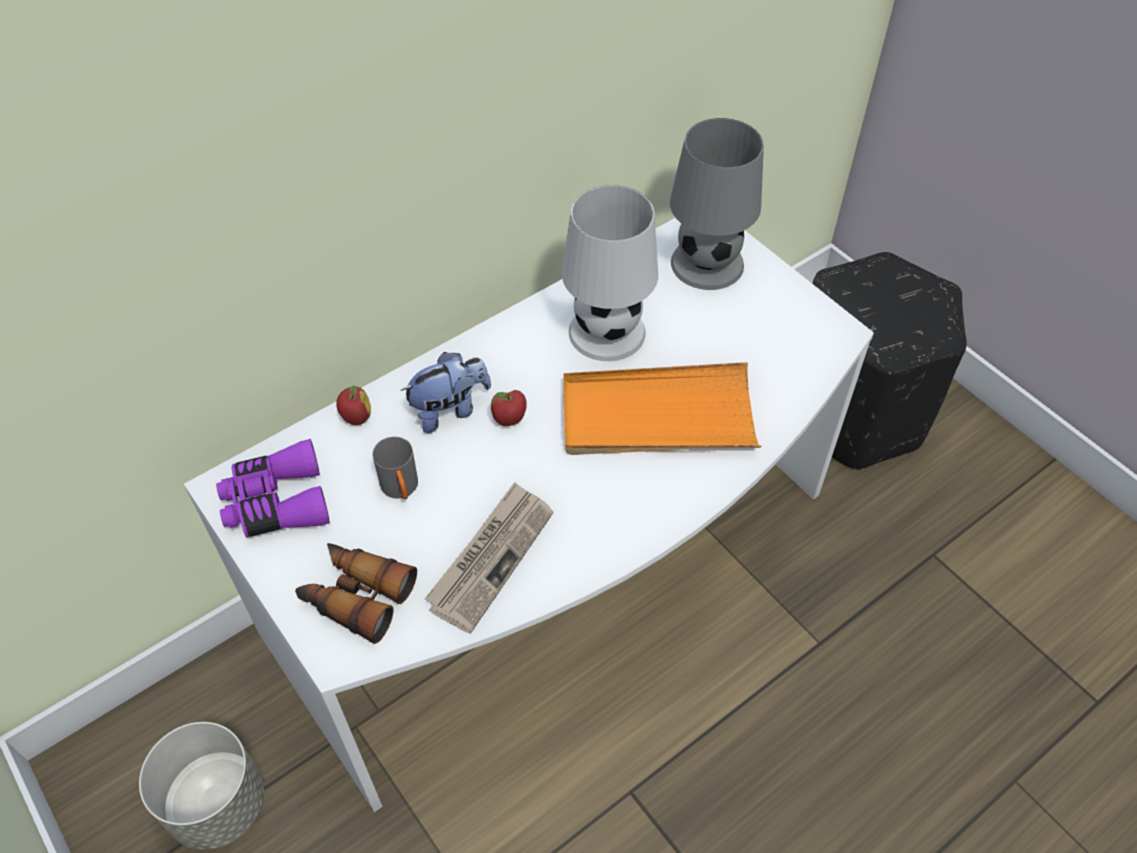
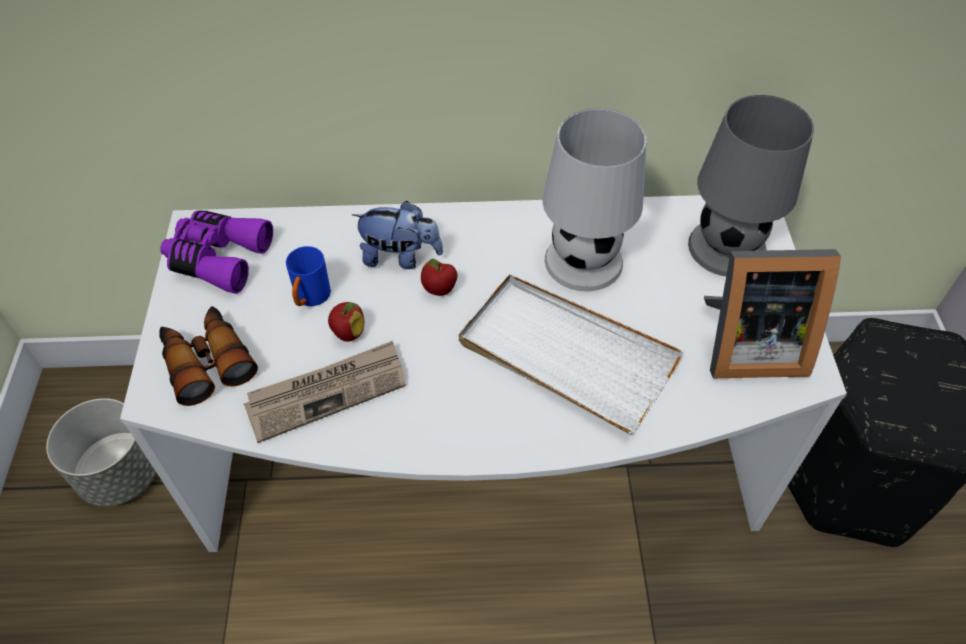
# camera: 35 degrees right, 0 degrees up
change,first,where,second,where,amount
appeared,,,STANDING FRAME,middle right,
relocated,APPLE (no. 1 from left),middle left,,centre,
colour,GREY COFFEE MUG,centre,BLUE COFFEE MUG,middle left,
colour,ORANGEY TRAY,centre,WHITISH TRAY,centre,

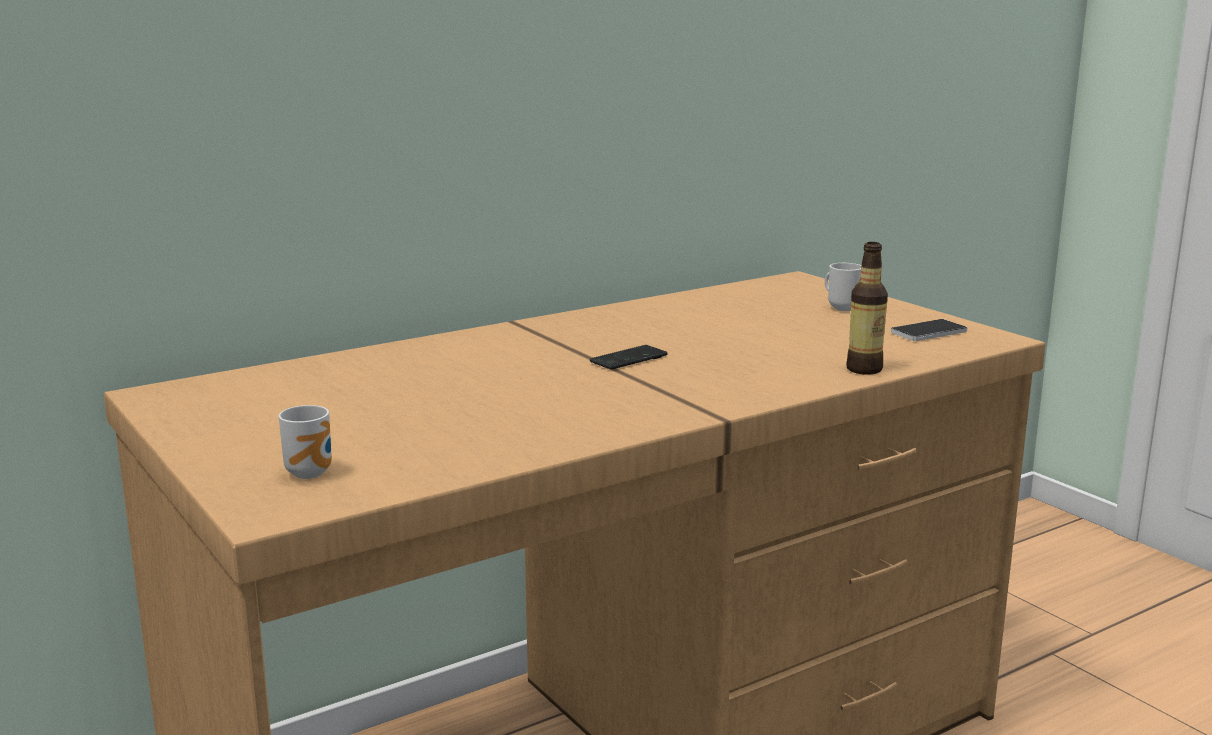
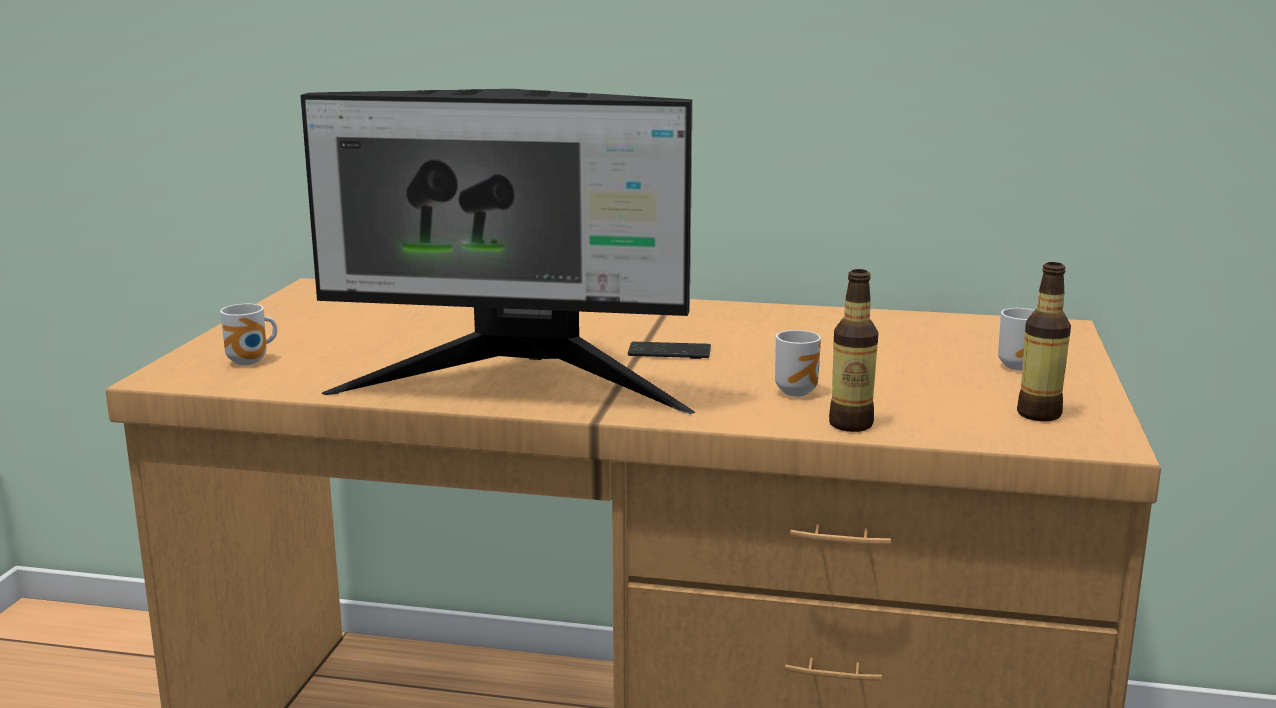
# camera: 45 degrees right, 0 degrees up
change,first,where,second,where,amount
appeared,,,COMPUTER SCREEN,centre,
appeared,,,COFFEE MUG (no. 2 from left),centre,
exchanged,TELEPHONE (no. 2 from left),middle right,DRINK BOTTLE (no. 2 from left),middle right,

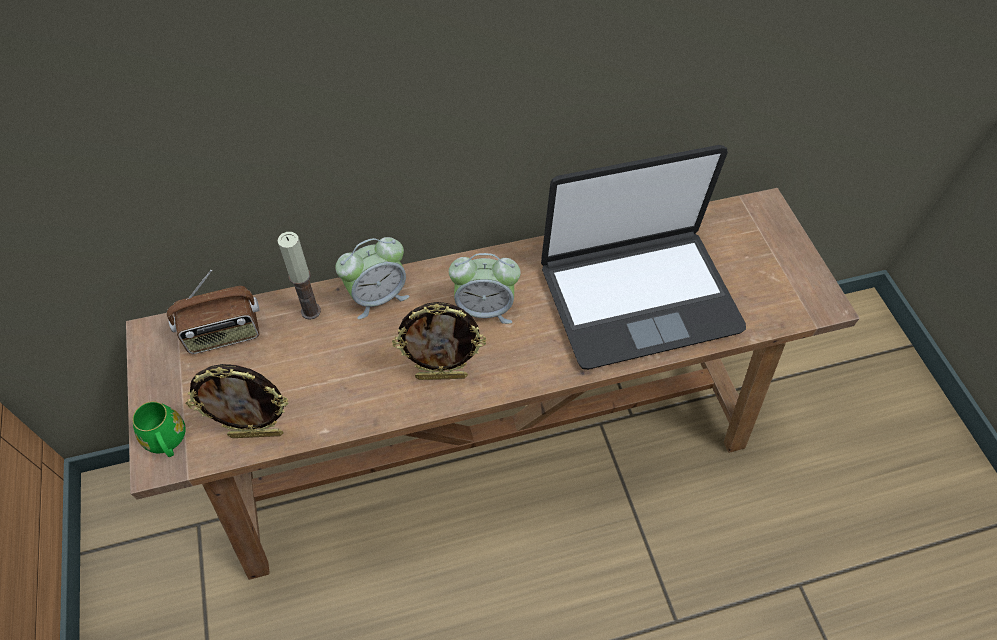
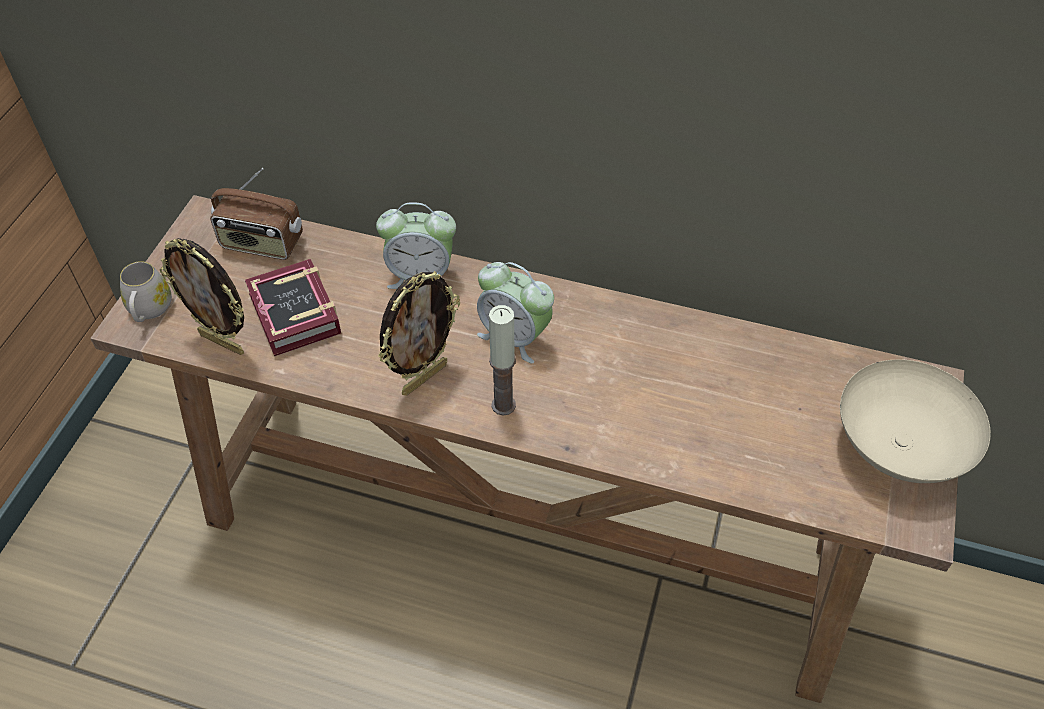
# camera: 35 degrees right, 5 degrees down
change,first,where,second,where,amount
missing,NOTEBOOK COMPUTER,centre,,,
appeared,,,BOUND BOOK,middle left,
appeared,,,BEIGE-COLOURED DEEP DISH,middle right,
relocated,WAX CANDLE,middle left,,centre,
colour,GREENISH COFFEE MUG,bottom left,WHITISH COFFEE MUG,middle left,
spun,STANDING FRAME (no. 2 from left),centre,,centre,75 degrees counterclockwise

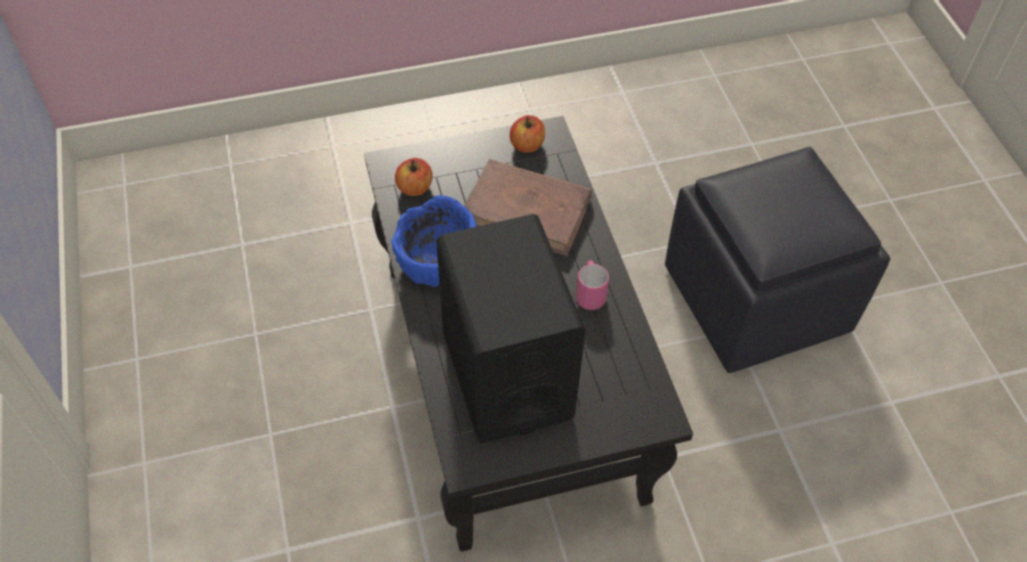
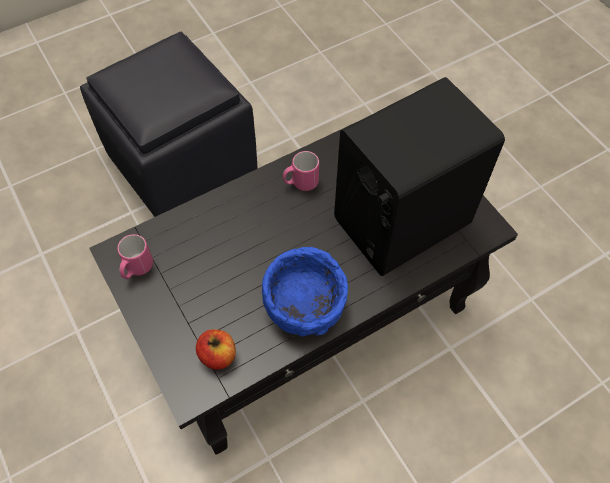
# camera: 105 degrees left, 5 degrees up
change,first,where,second,where,amount
missing,BROWN BOUND BOOK,centre,,,
exchanged,APPLE (no. 2 from left),top centre,PINK COFFEE MUG (no. 1 from left),middle left,

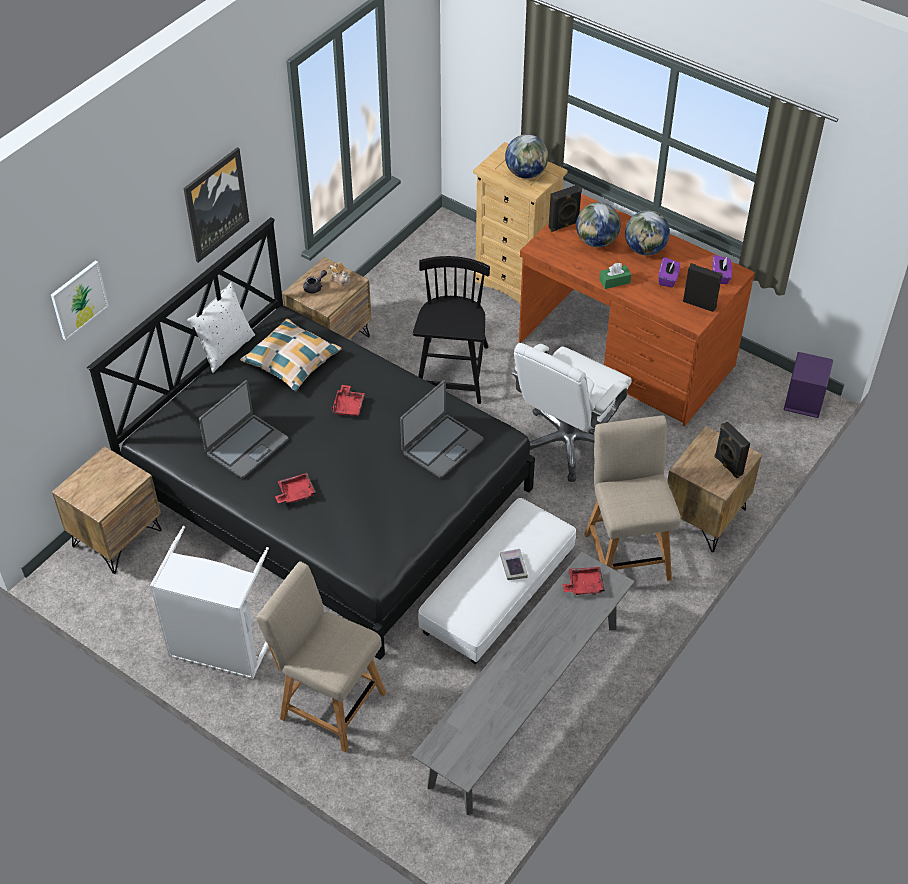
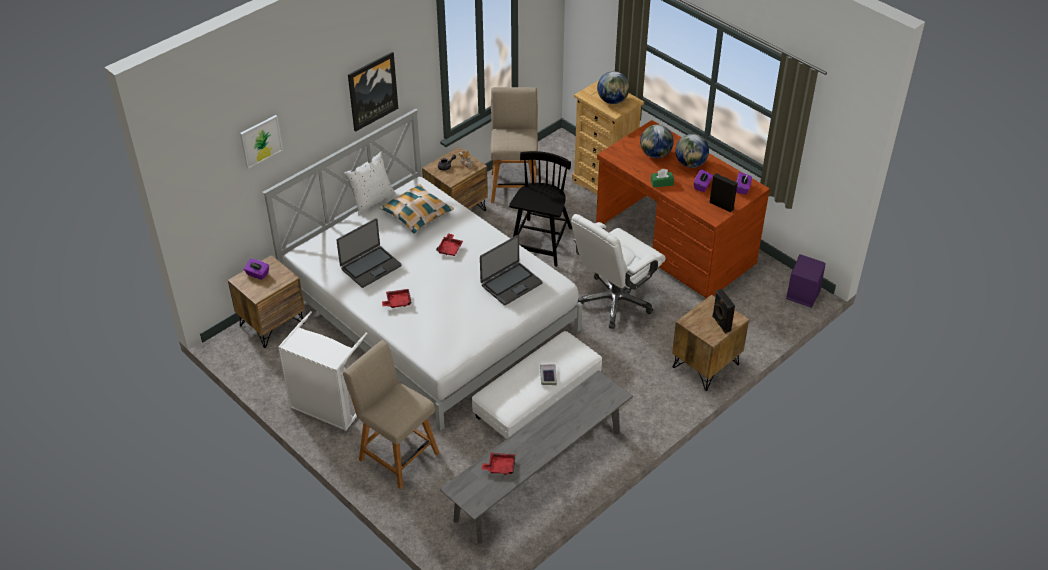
# camera: 10 degrees right, 5 degrees down
change,first,where,second,where,amount
missing,BLACK-COLOURED LOUDSPEAKER (no. 1 from left),top centre,,,
appeared,,,PURPLE TISSUE HOLDER (no. 1 from left),middle left,
relocated,RED-COLOURED TRAY (no. 3 from left),centre,,bottom centre,
relocated,BEIGE-COLOURED UPRIGHT CHAIR (no. 2 from left),middle right,,top centre,
colour,BLACK-COLOURED BED,centre,WHITISH BED,centre,

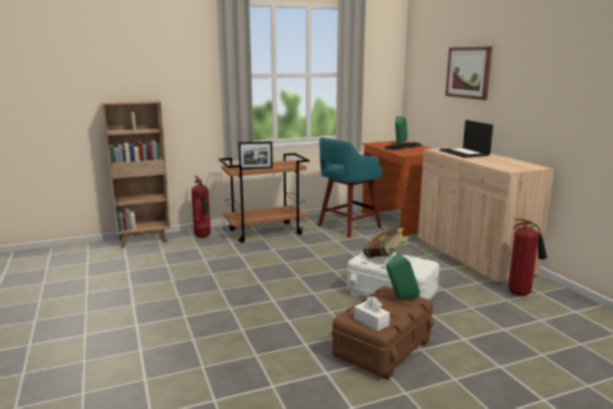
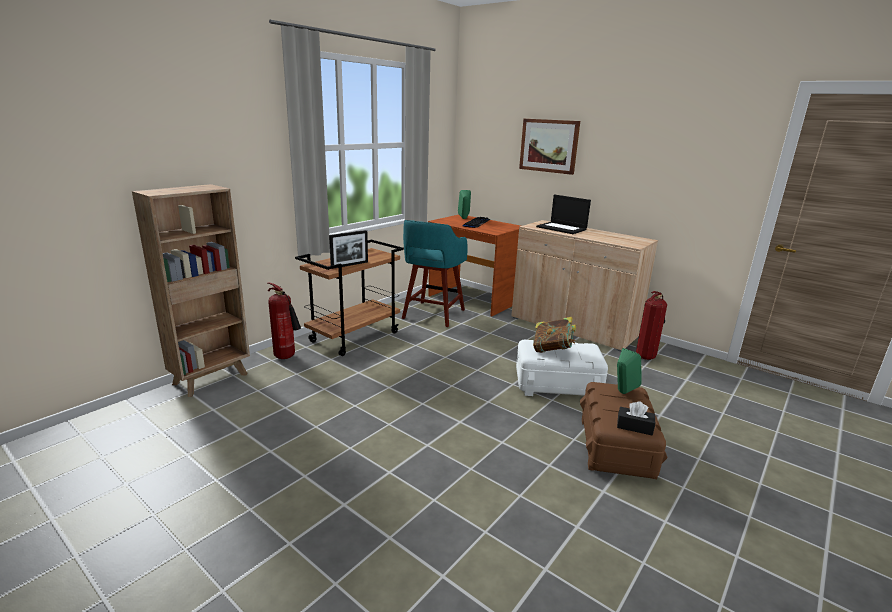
# camera: 30 degrees left, 5 degrees up
change,first,where,second,where,amount
colour,WHITISH TISSUE HOLDER,bottom centre,BLACK-COLOURED TISSUE HOLDER,bottom right,

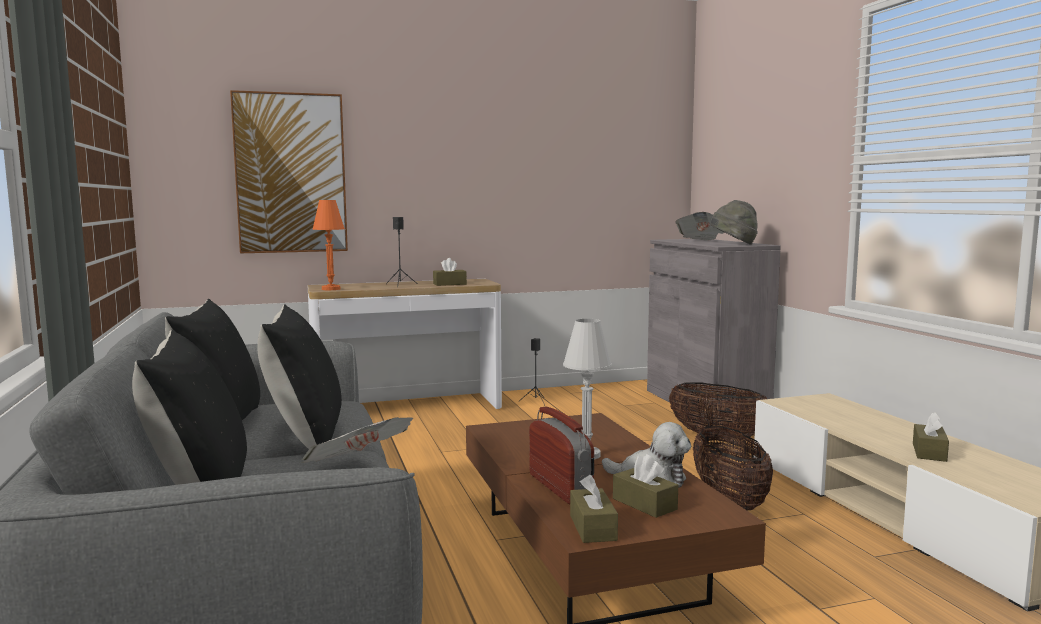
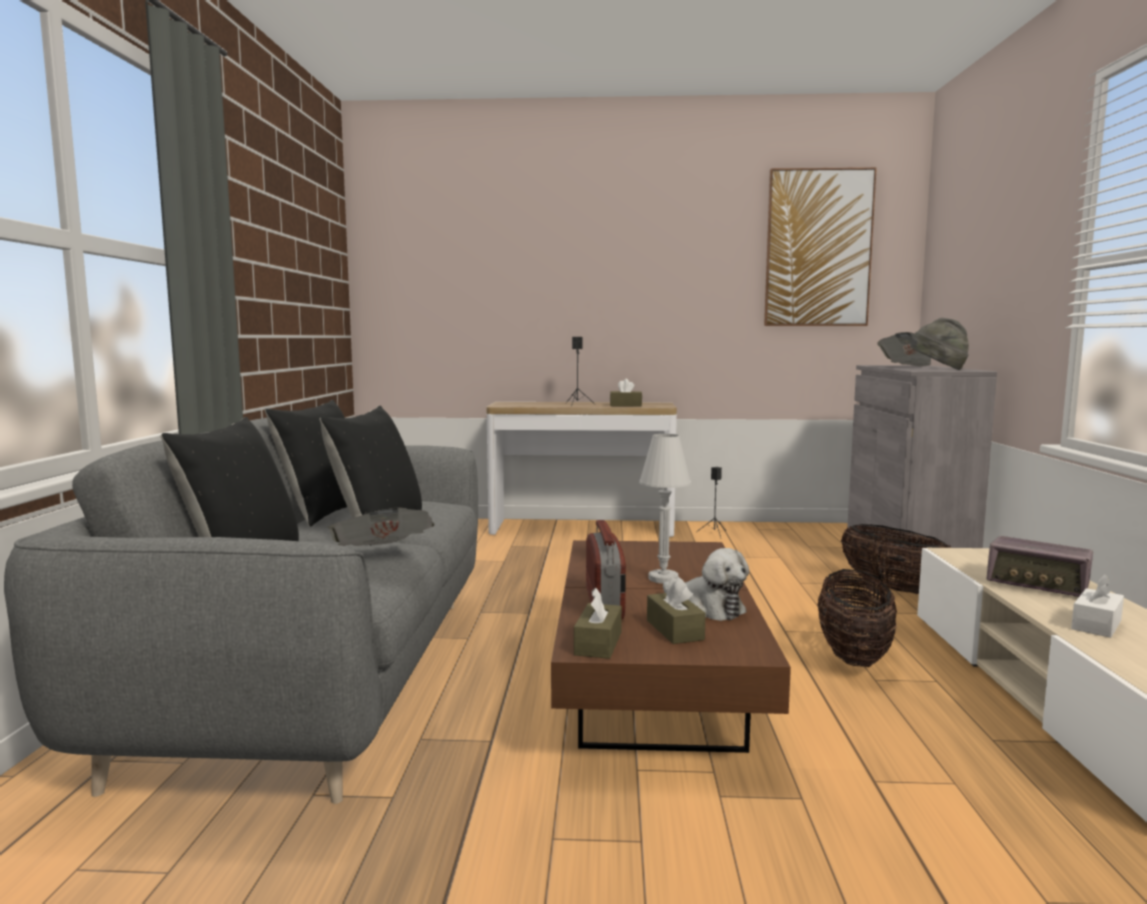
# camera: 20 degrees right, 0 degrees up
change,first,where,second,where,amount
missing,ORANGEY TABLETOP LAMP,middle left,,,
appeared,,,RADIO SET (no. 2 from left),middle right,
relocated,WALL ART,top left,,top right,
colour,BROWN TISSUE HOLDER (no. 4 from left),bottom right,WHITISH TISSUE HOLDER,bottom right,

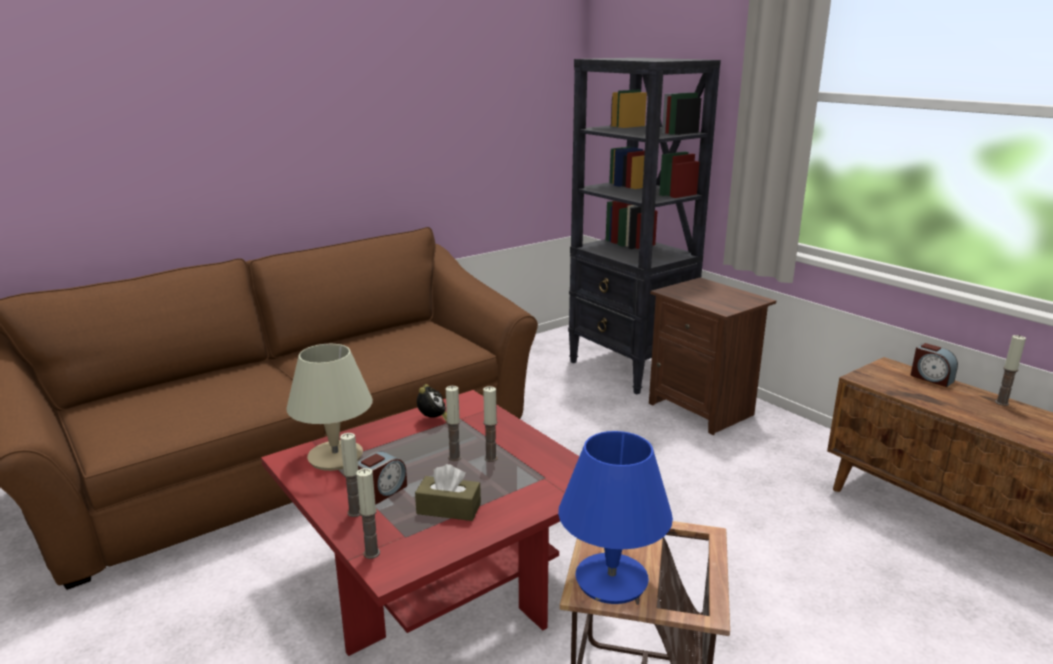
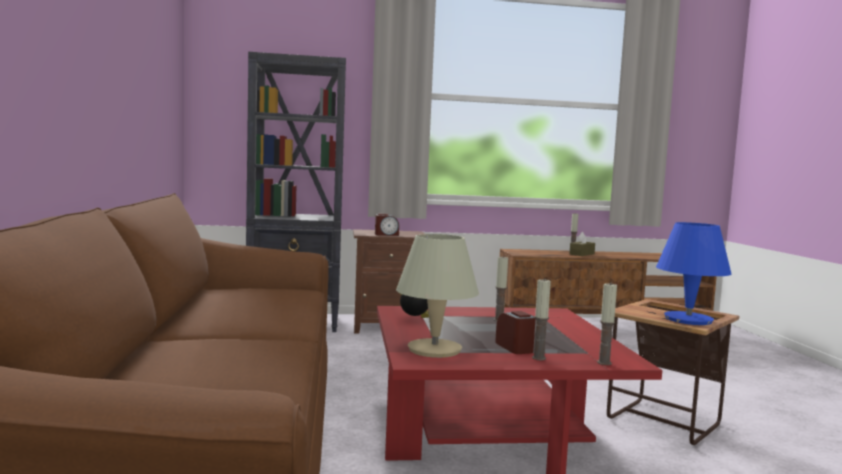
# camera: 60 degrees left, 15 degrees down
change,first,where,second,where,amount
missing,WAX CANDLE (no. 3 from left),centre,,,
relocated,BROWN TISSUE HOLDER,bottom centre,,middle right,
relocated,ALARM CLOCK (no. 3 from left in the first image),middle right,ALARM CLOCK (no. 1 from left),centre,

